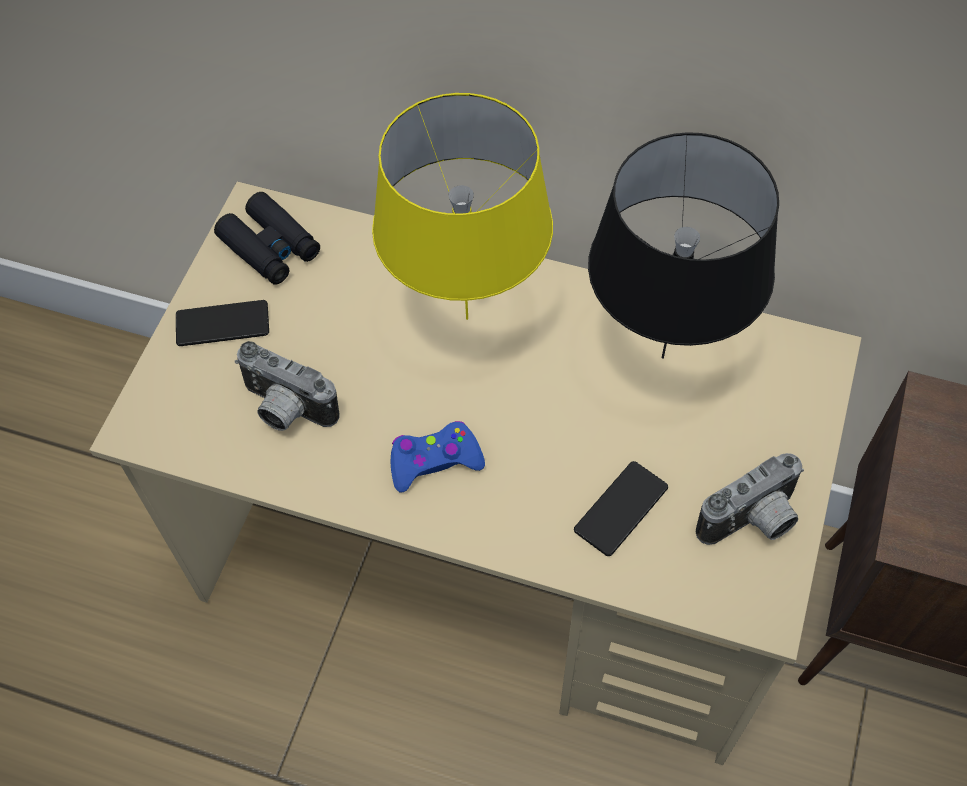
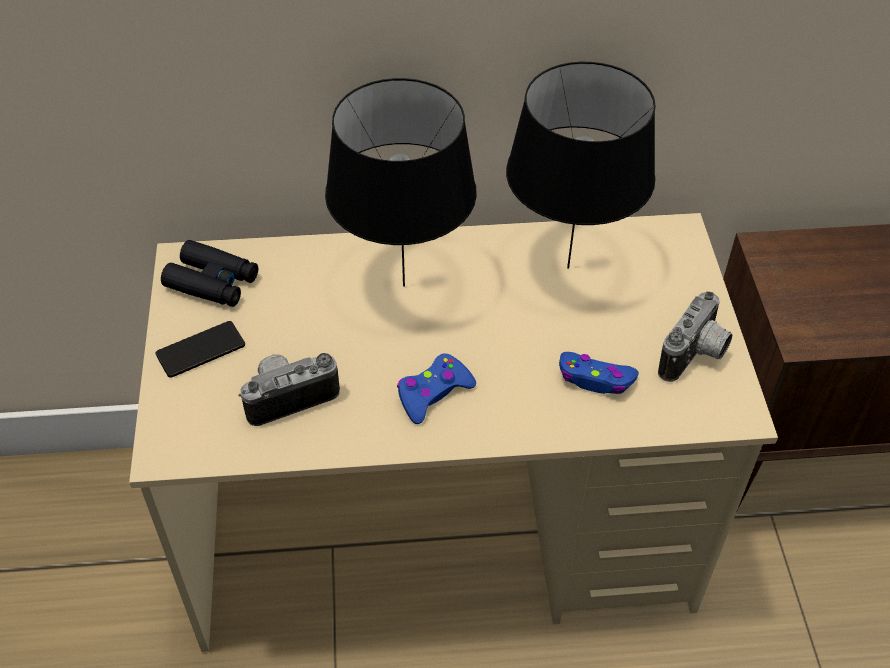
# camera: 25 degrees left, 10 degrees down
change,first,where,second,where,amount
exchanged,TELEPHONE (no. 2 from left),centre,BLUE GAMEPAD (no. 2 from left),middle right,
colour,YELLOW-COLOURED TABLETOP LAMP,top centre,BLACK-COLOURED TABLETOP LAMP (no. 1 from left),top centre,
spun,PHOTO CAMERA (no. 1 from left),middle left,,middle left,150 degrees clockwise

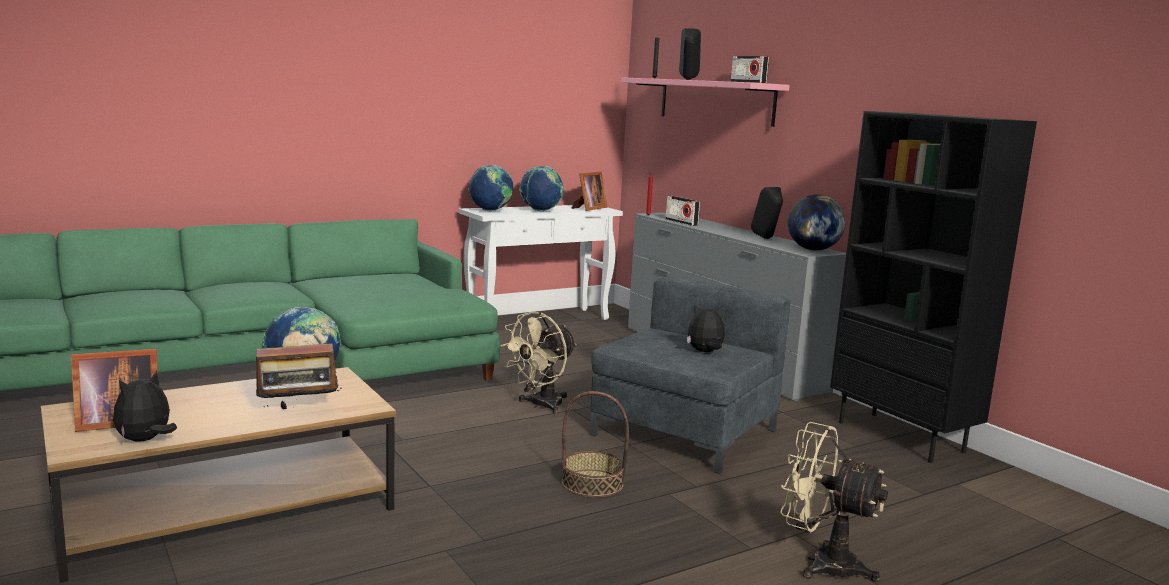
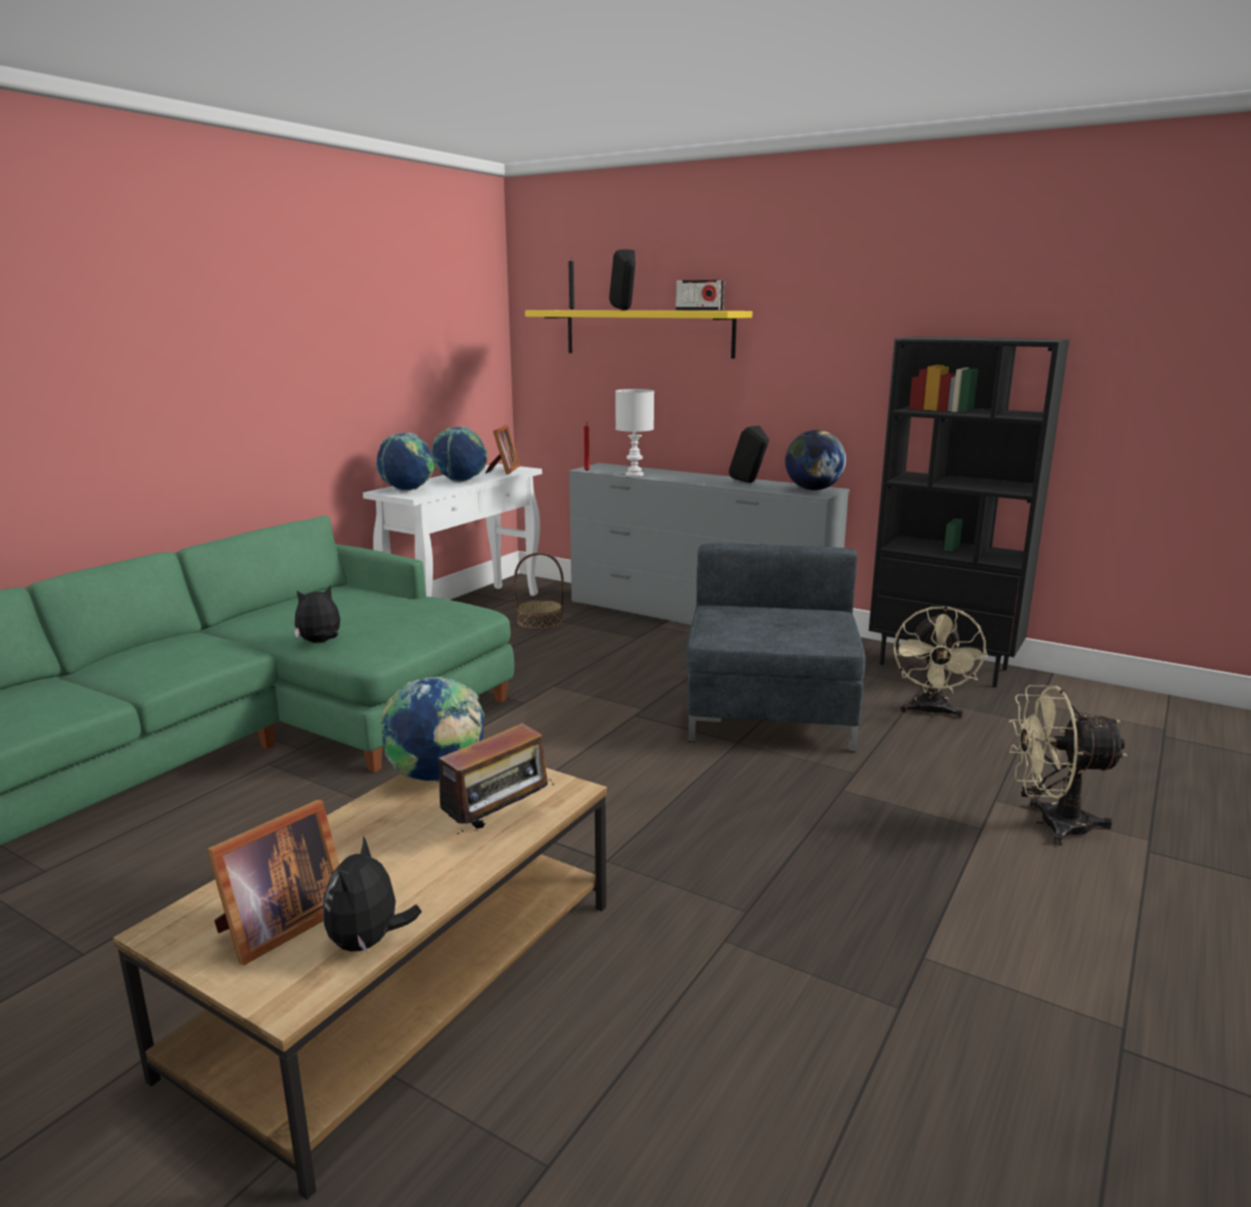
# camera: 25 degrees left, 5 degrees up
change,first,where,second,where,amount
relocated,BEIGE-COLOURED COOLING FAN (no. 1 from left),centre,,middle right,
relocated,HOUSEHOLD BASKET,bottom centre,,centre,
relocated,PLUSH TOY (no. 2 from left in the first image),centre,PLUSH TOY (no. 1 from left),middle left,
exchanged,RADIO SET (no. 2 from left),centre,WHITISH TABLETOP LAMP,centre,
colour,PINK BRACKET SHELF,top centre,YELLOW-COLOURED BRACKET SHELF,top centre,

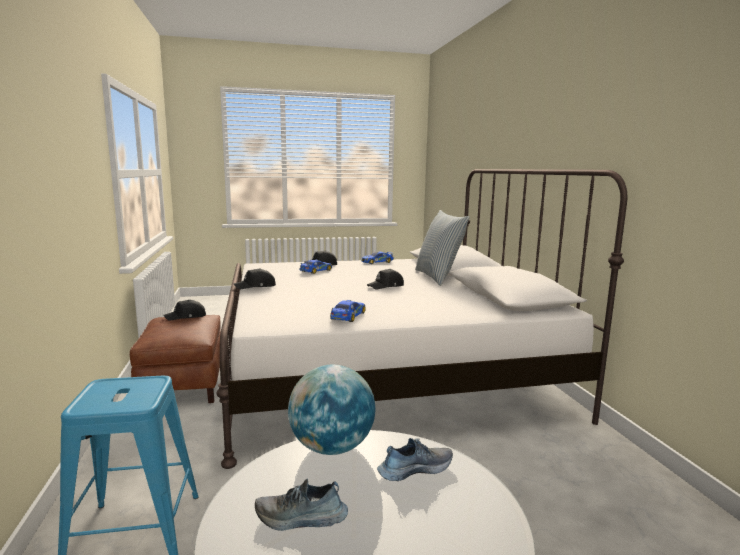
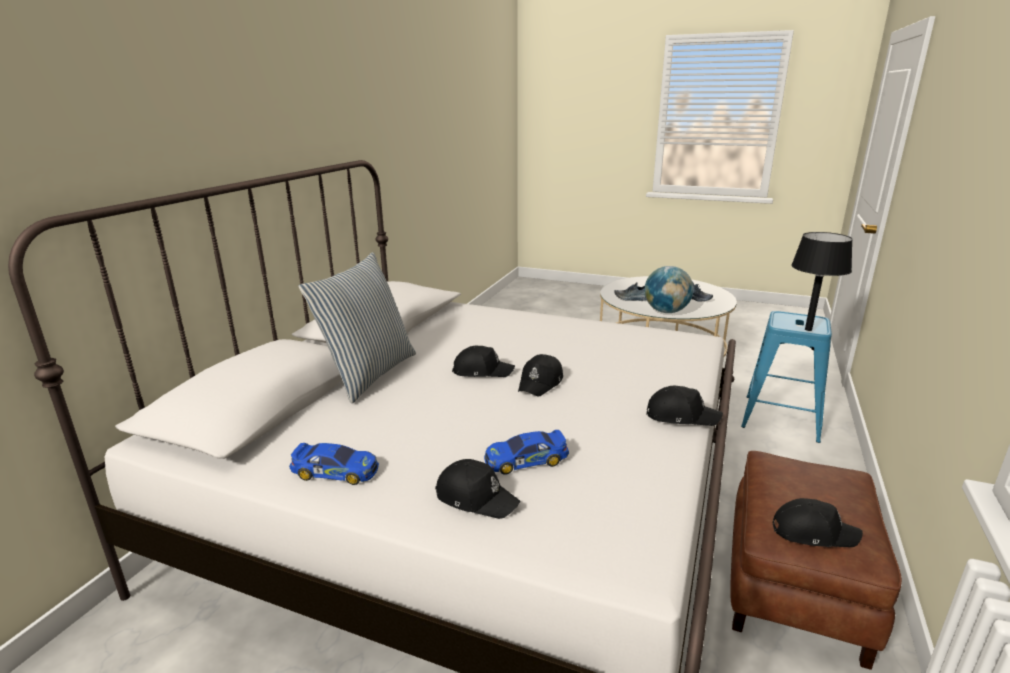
# camera: 145 degrees left, 10 degrees up
change,first,where,second,where,amount
missing,MINIATURE CAR (no. 2 from left),centre,,,
appeared,,,BLACK-COLOURED BASEBALL CAP (no. 3 from left),centre,
appeared,,,BLACK-COLOURED TABLETOP LAMP,middle right,

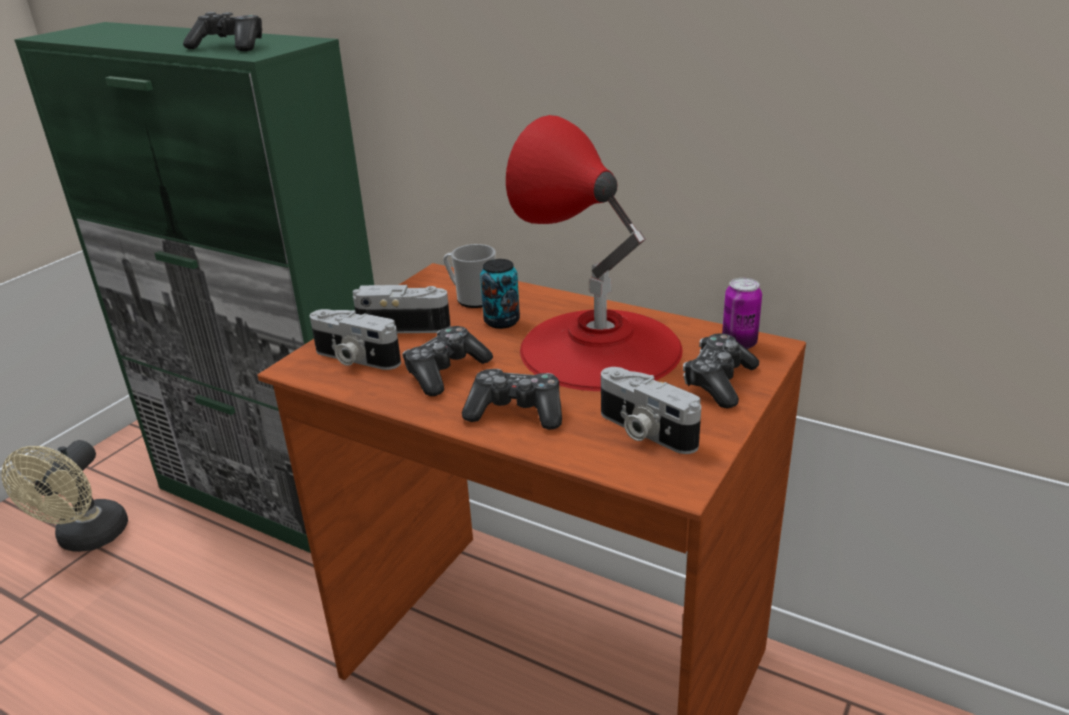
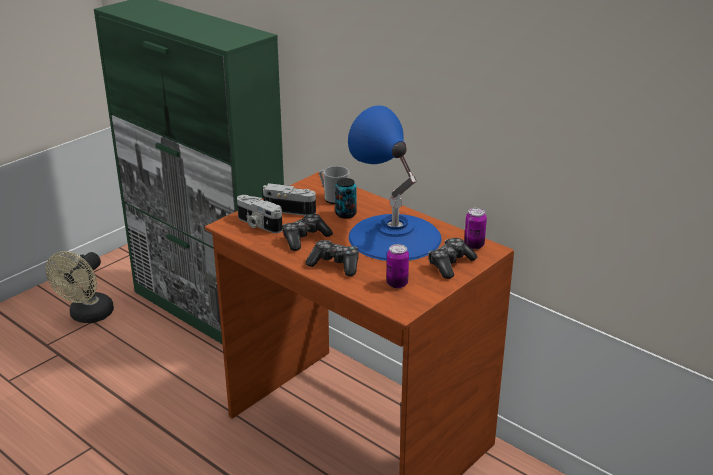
# camera: 10 degrees right, 0 degrees up
change,first,where,second,where,amount
missing,GAMEPAD (no. 1 from left),top left,,,
exchanged,PHOTO CAMERA (no. 3 from left),centre,CAN (no. 2 from left),centre,
colour,RED-COLOURED TABLETOP LAMP,centre,BLUE TABLETOP LAMP,centre,

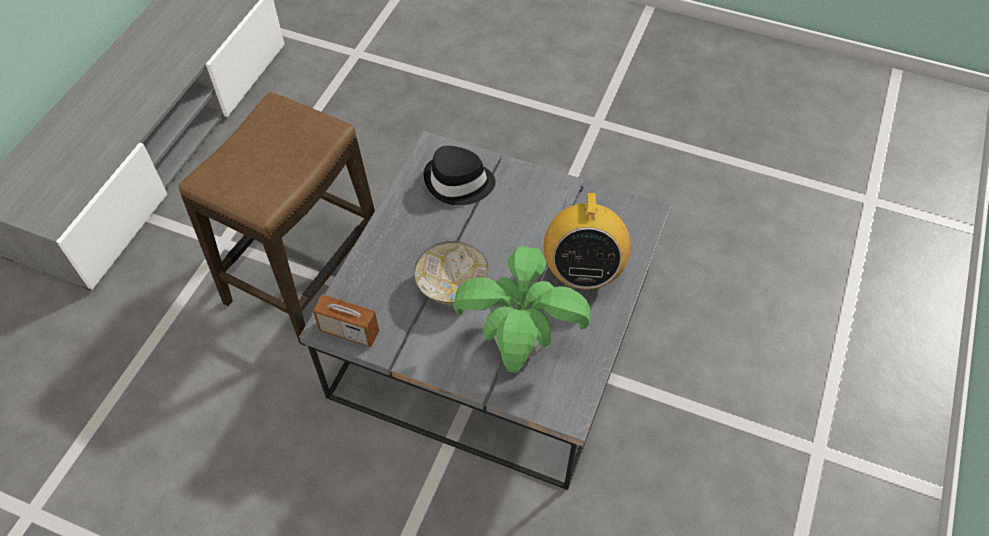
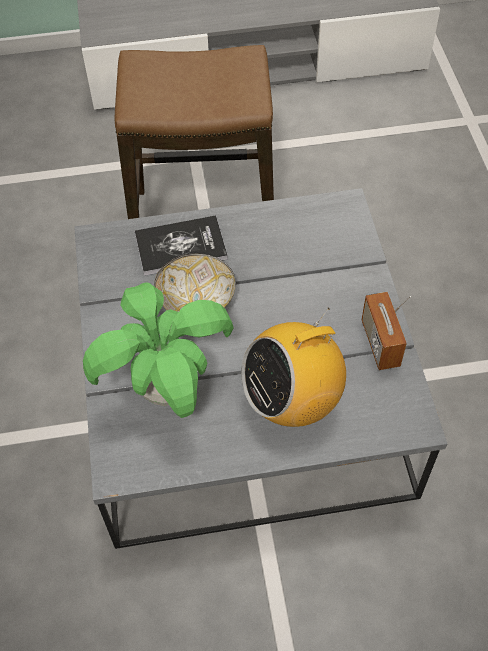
# camera: 60 degrees right, 0 degrees up
change,first,where,second,where,amount
missing,BLACK-COLOURED WEARABLE HAT,top centre,,,
appeared,,,BOUND BOOK,centre,
relocated,RADIO SET (no. 1 from left in the first image),centre,RADIO SET (no. 2 from left),middle right,

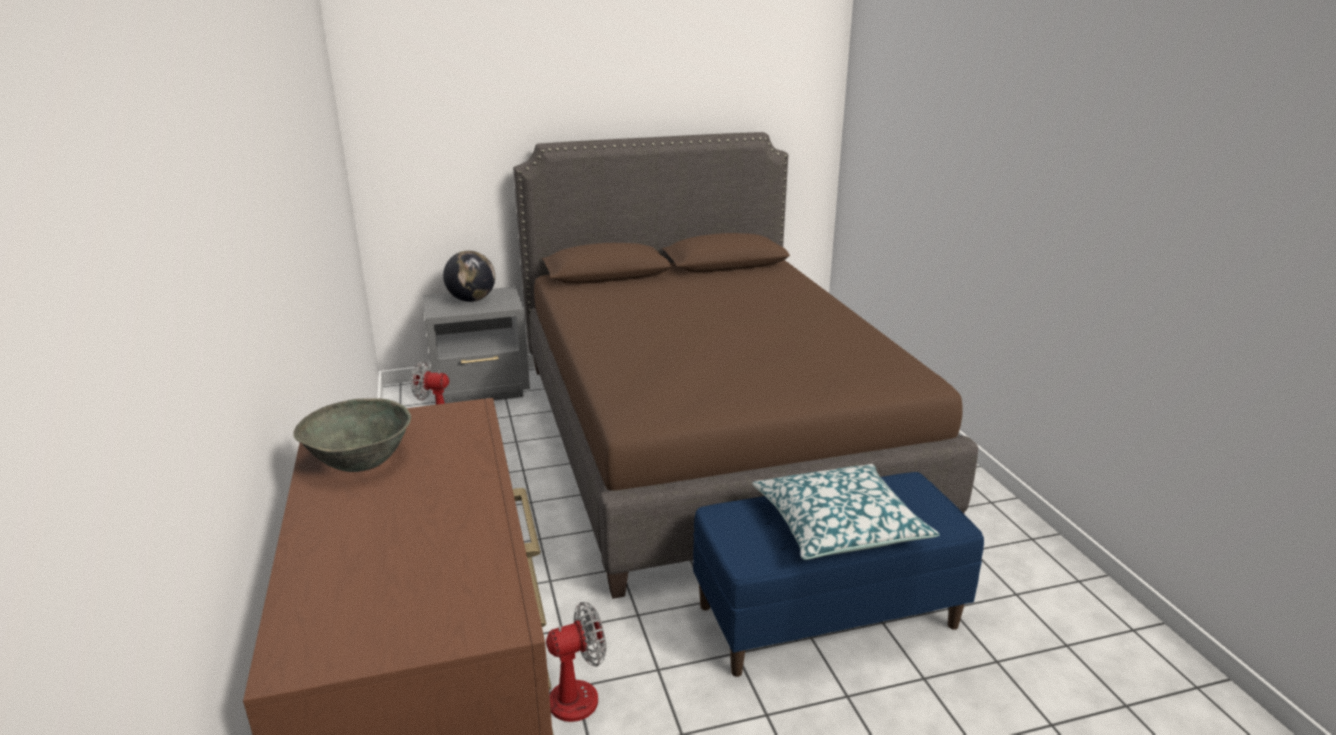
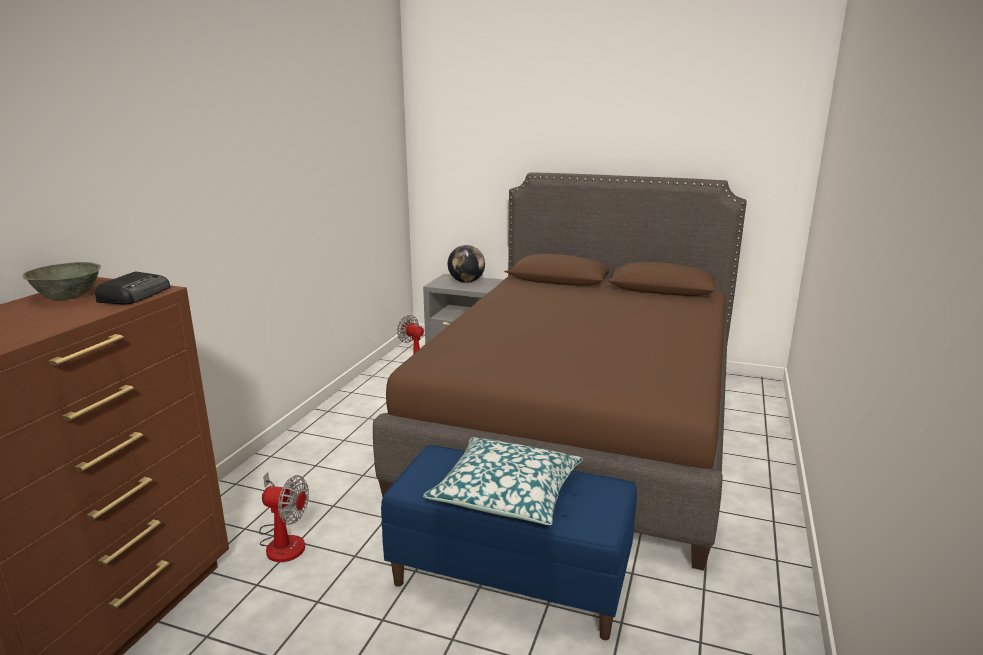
# camera: 35 degrees right, 5 degrees down
change,first,where,second,where,amount
appeared,,,RADIO SET,middle left,

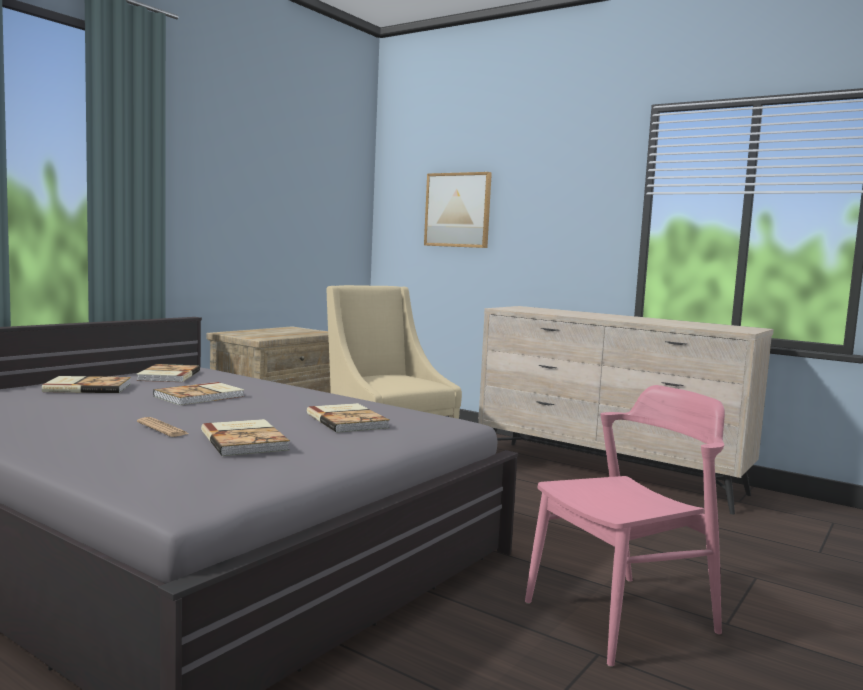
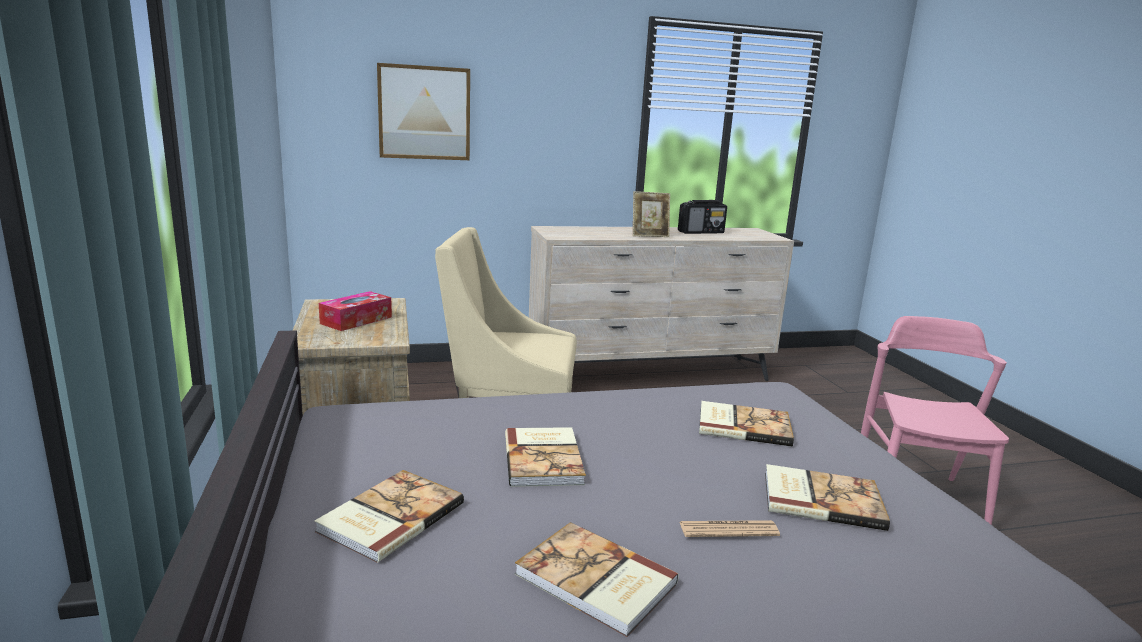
# camera: 50 degrees left, 10 degrees up
change,first,where,second,where,amount
appeared,,,TISSUE HOLDER,middle left,
appeared,,,STANDING FRAME,centre,
appeared,,,RADIO SET,centre,
relocated,BOUND BOOK (no. 2 from left in the first image),middle left,BOUND BOOK (no. 3 from left),bottom centre,

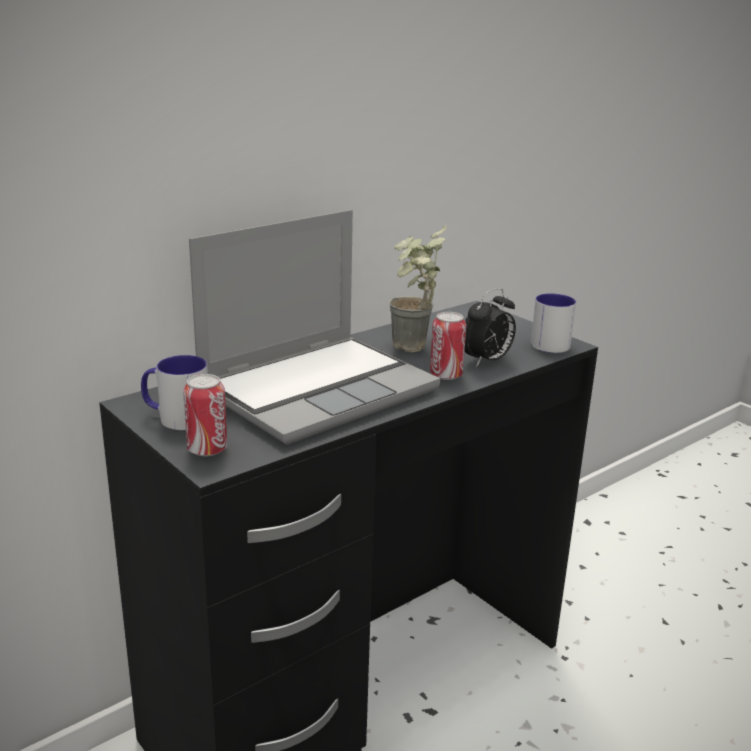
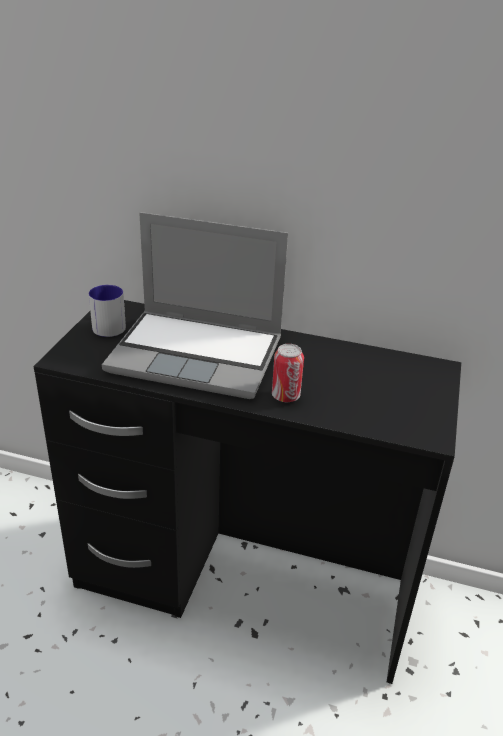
# camera: 55 degrees right, 10 degrees up
change,first,where,second,where,amount
missing,CAN (no. 1 from left),middle left,,,
missing,PLANT IN A POT,centre,,,
missing,ALARM CLOCK,centre,,,
missing,COFFEE MUG (no. 2 from left),middle right,,,

